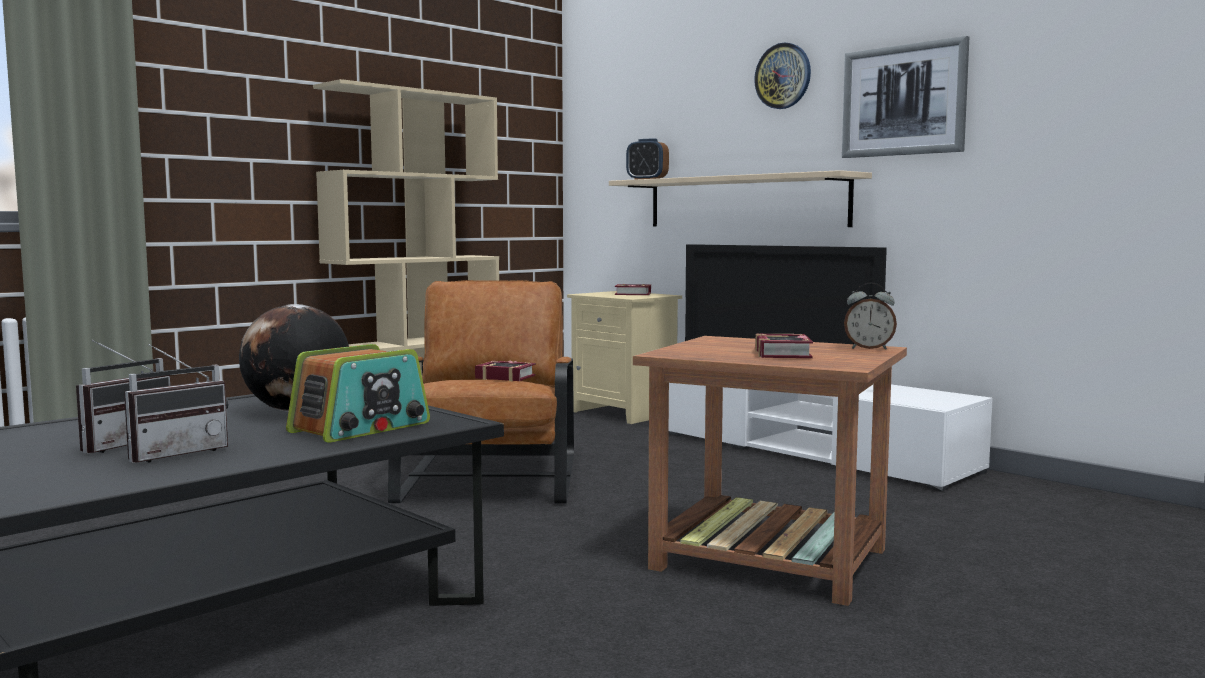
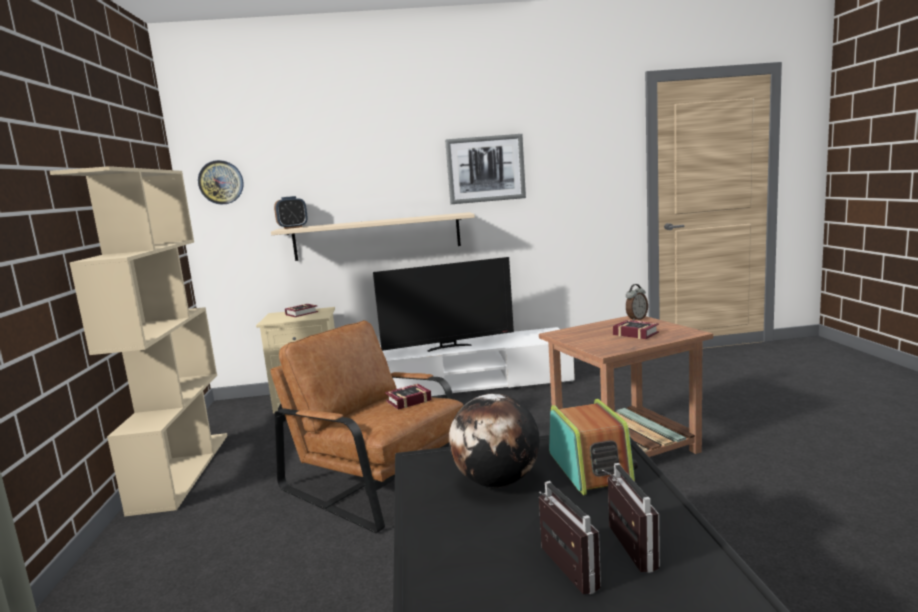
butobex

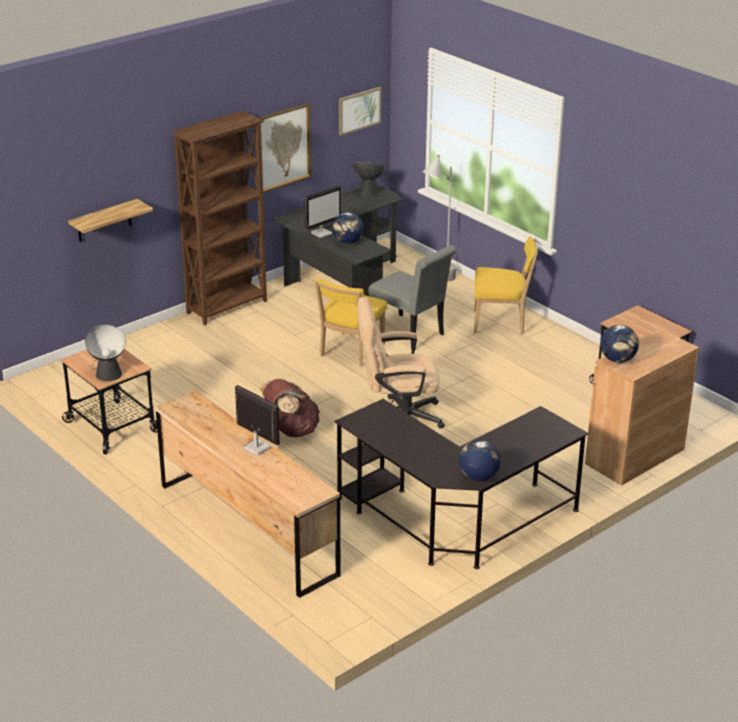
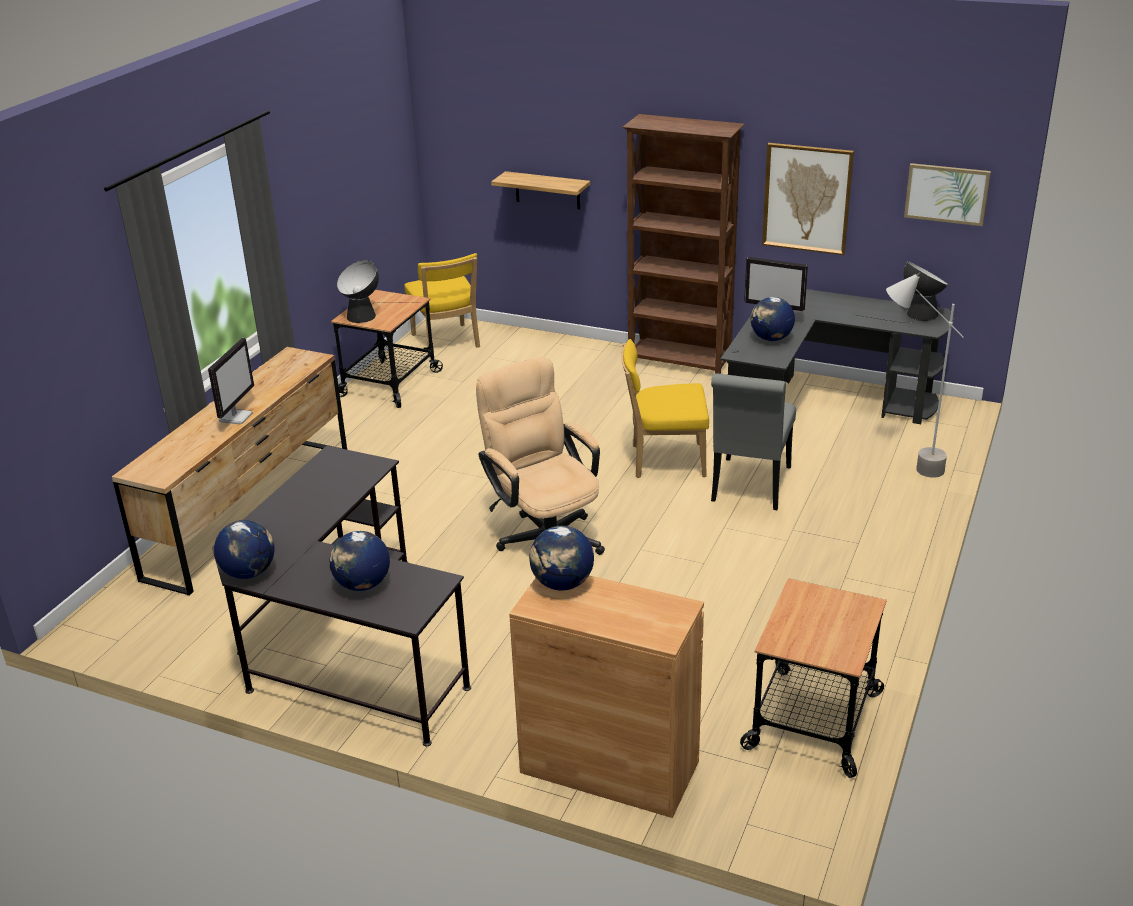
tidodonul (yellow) (no. 1 from left)
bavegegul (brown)
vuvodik (no. 2 from left)

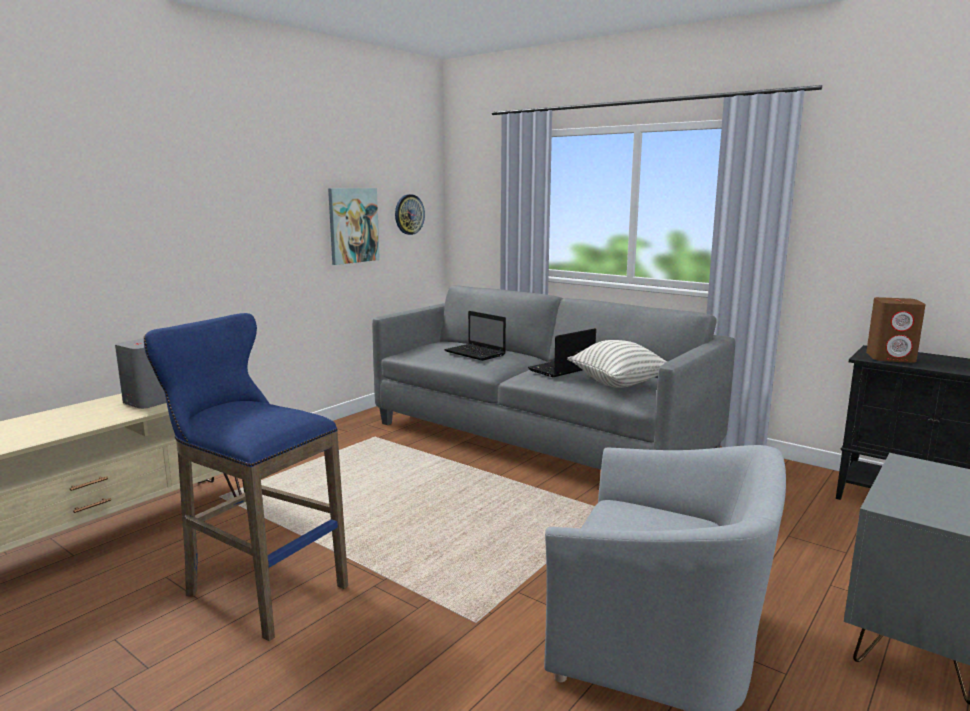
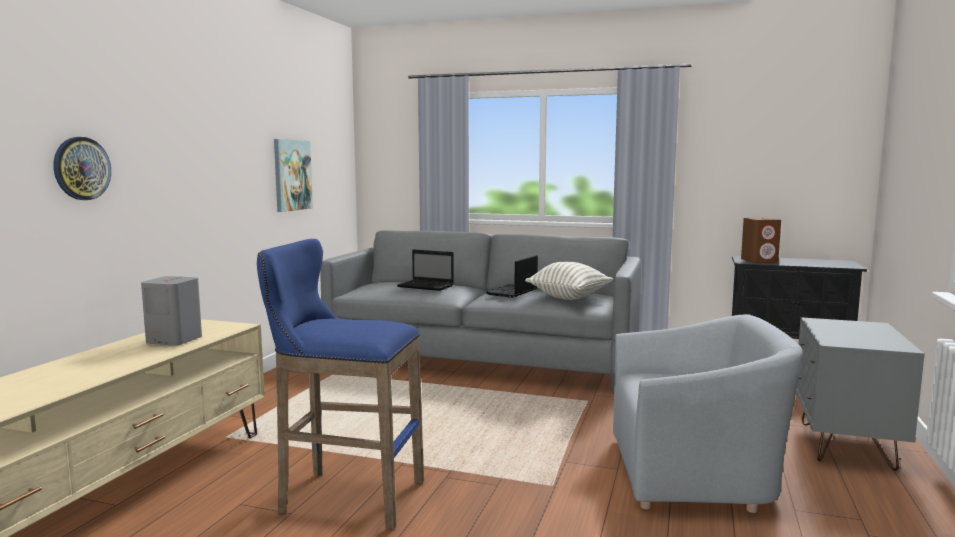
butobex

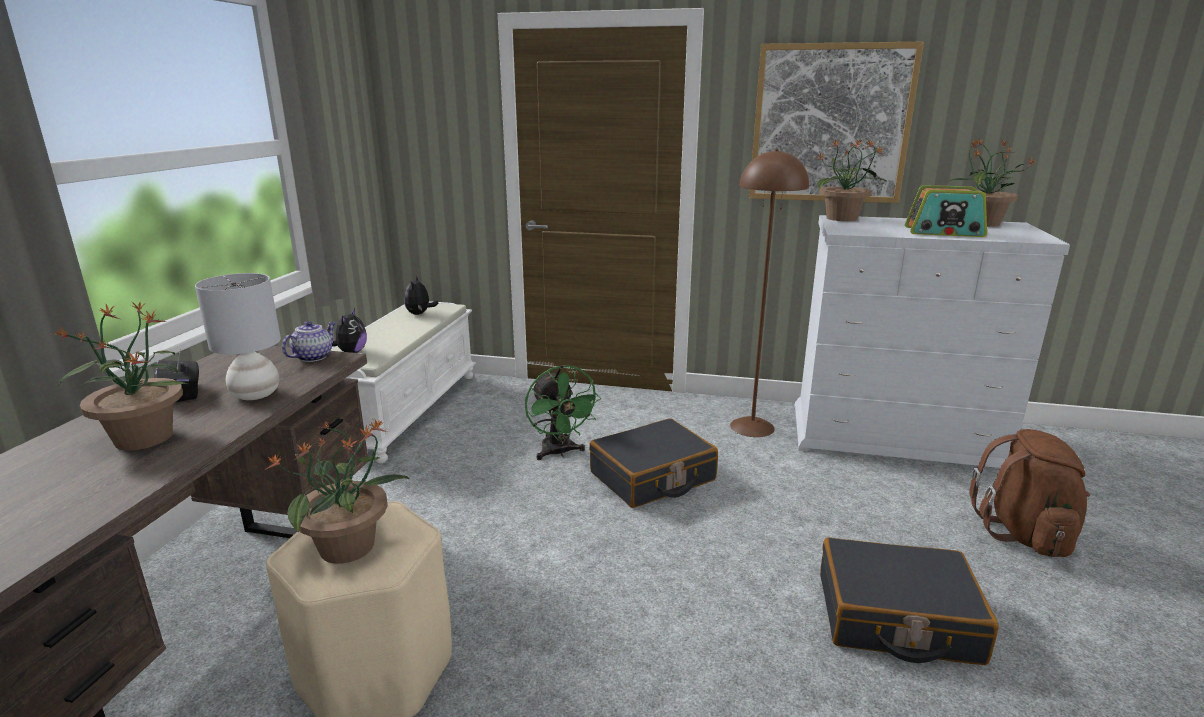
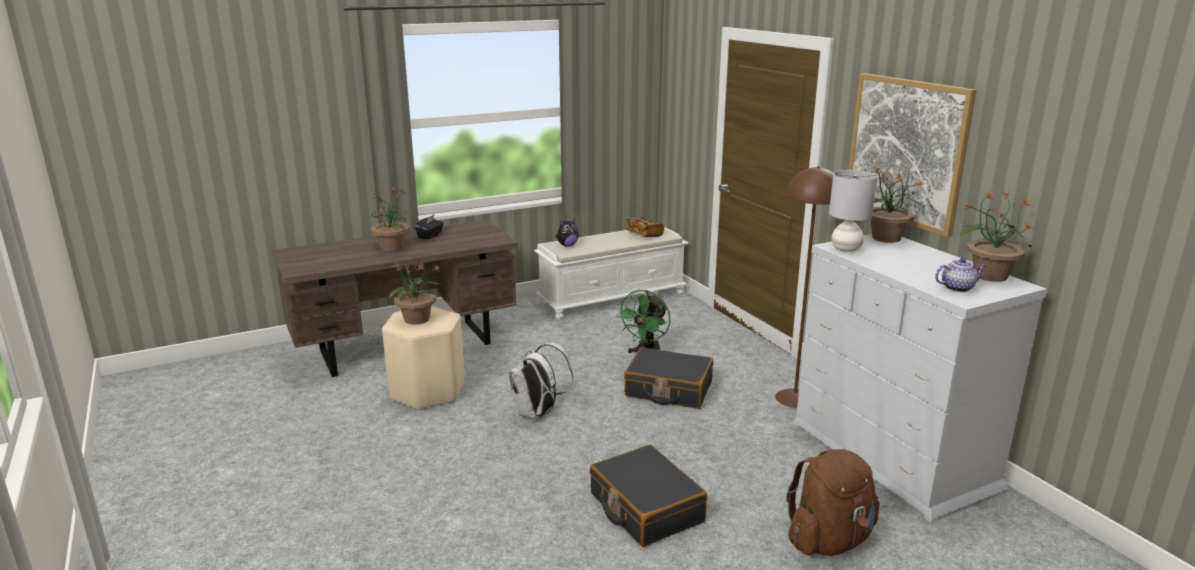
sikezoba
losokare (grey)
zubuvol
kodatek
bavegegul (white)

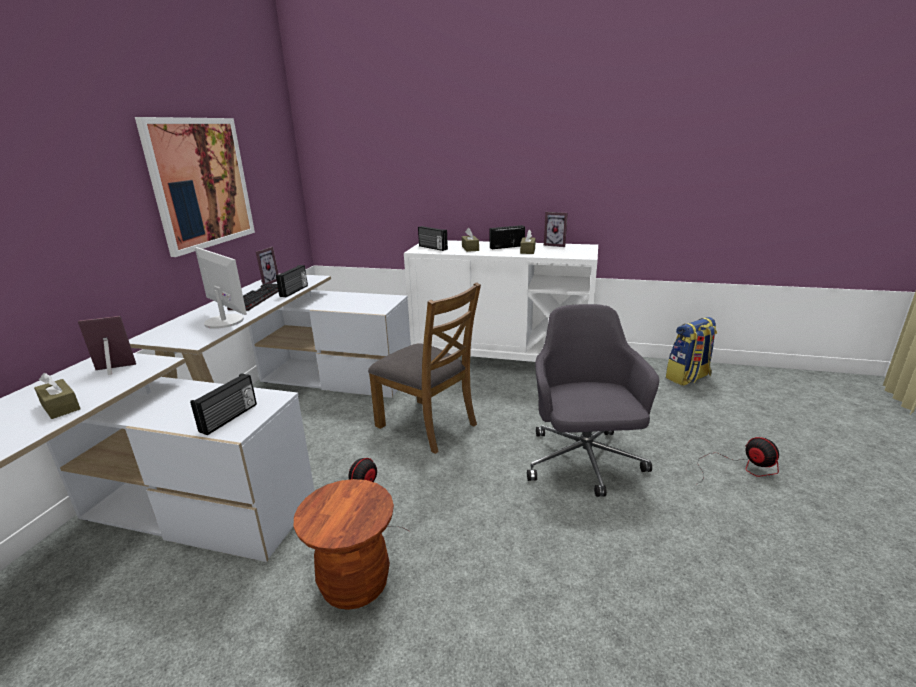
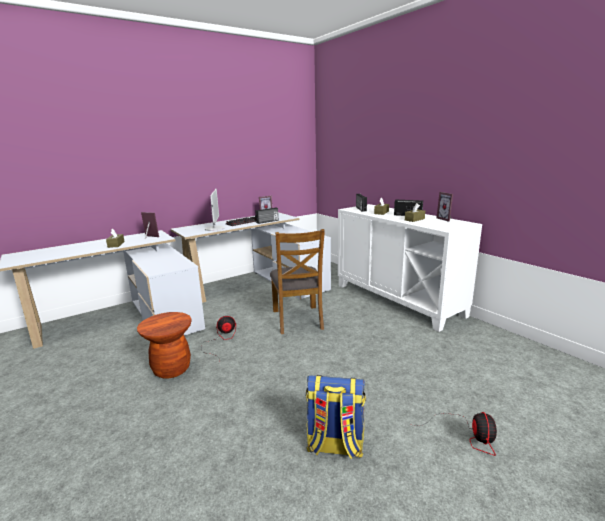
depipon
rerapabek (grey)
bavegegul
sikezoba (no. 1 from left in the first image)

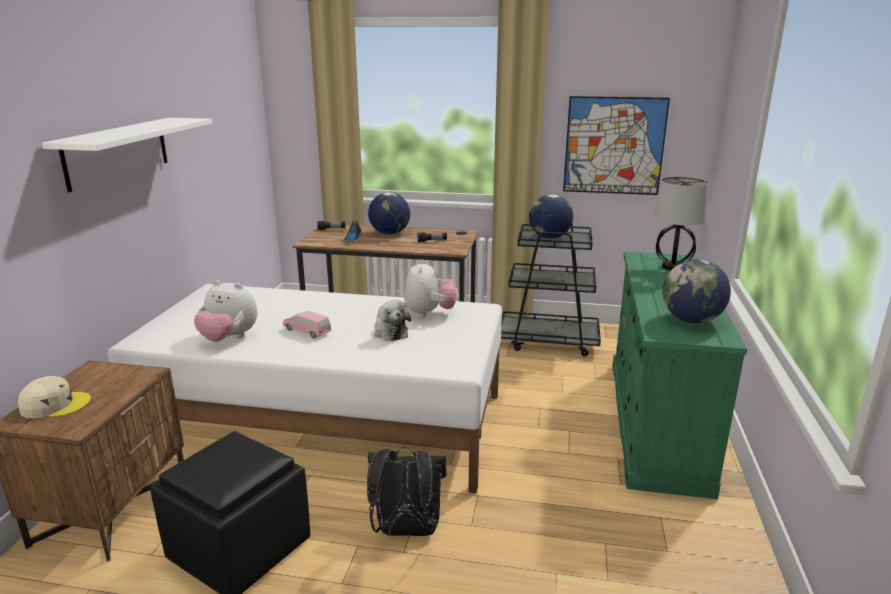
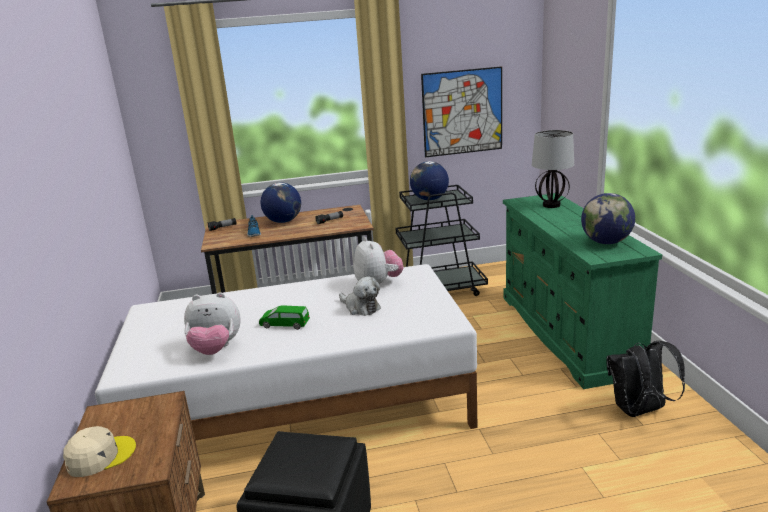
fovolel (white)
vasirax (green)
bavegegul (black)

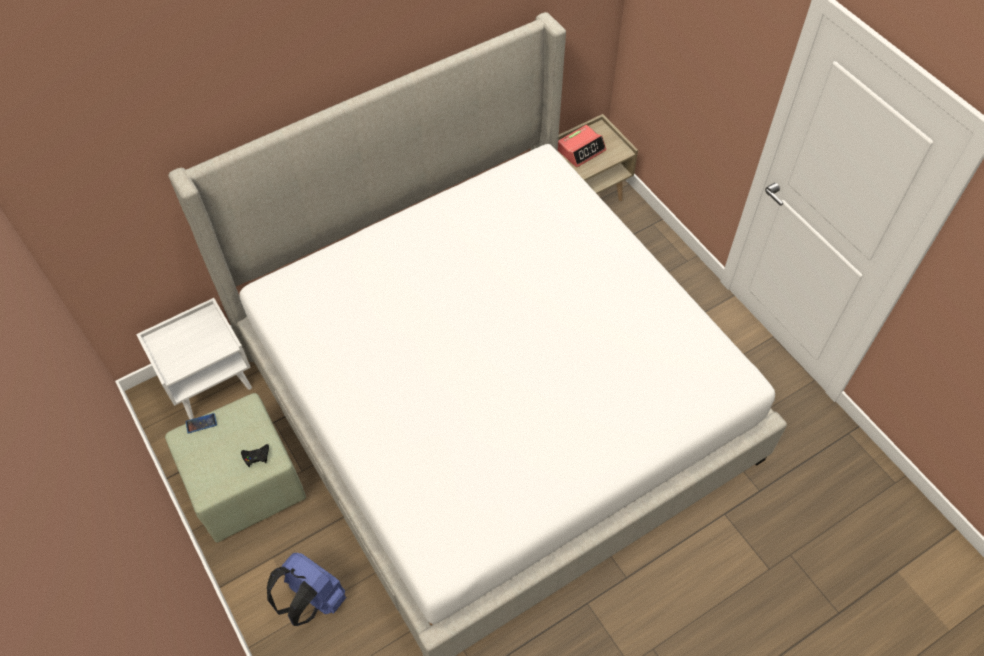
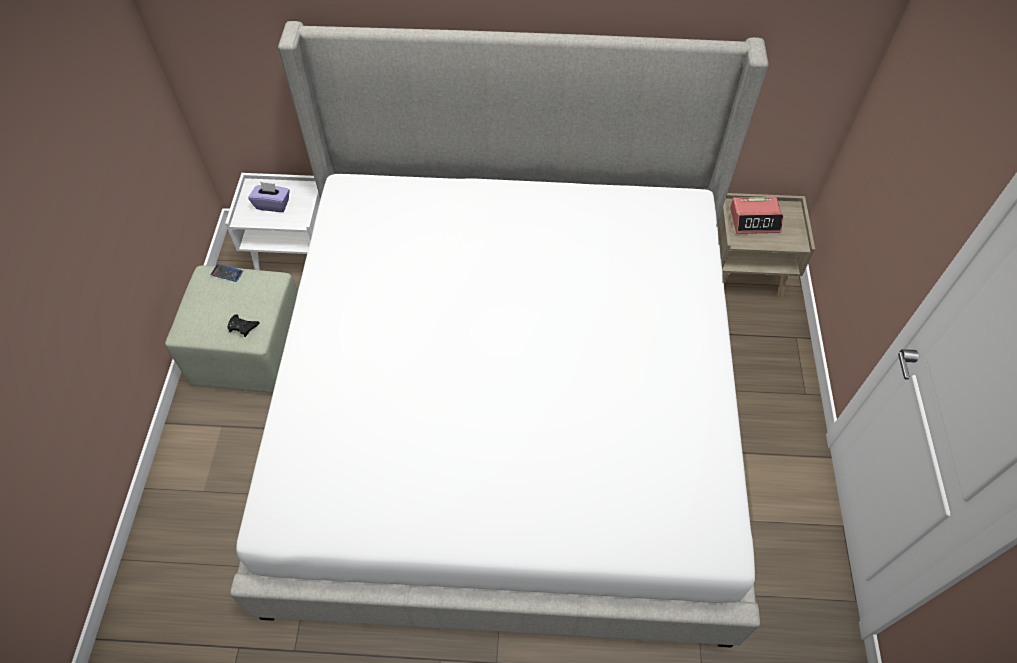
bavegegul (blue)
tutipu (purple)

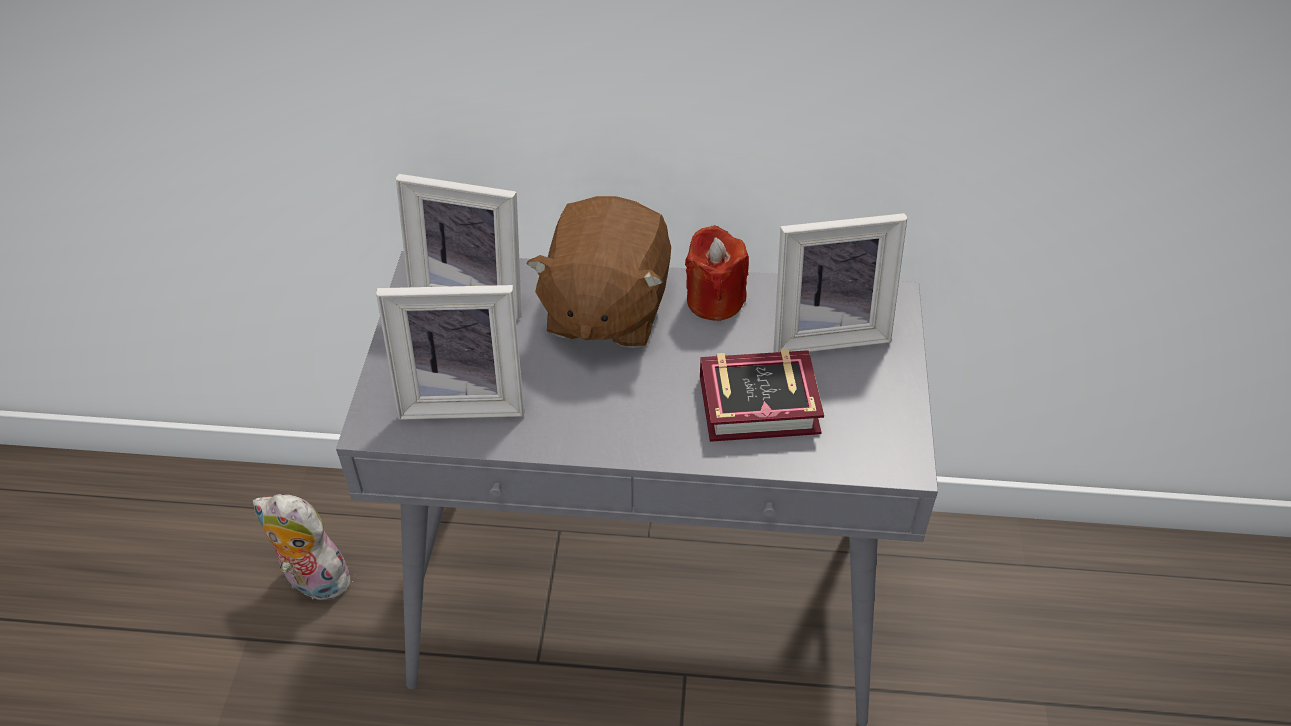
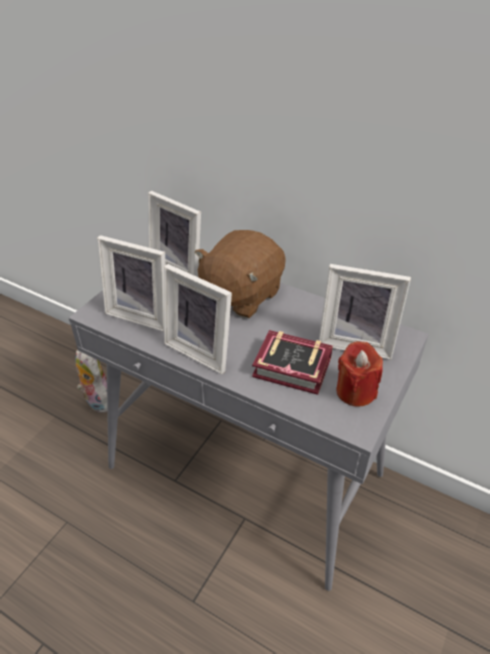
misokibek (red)
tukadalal (no. 3 from left)

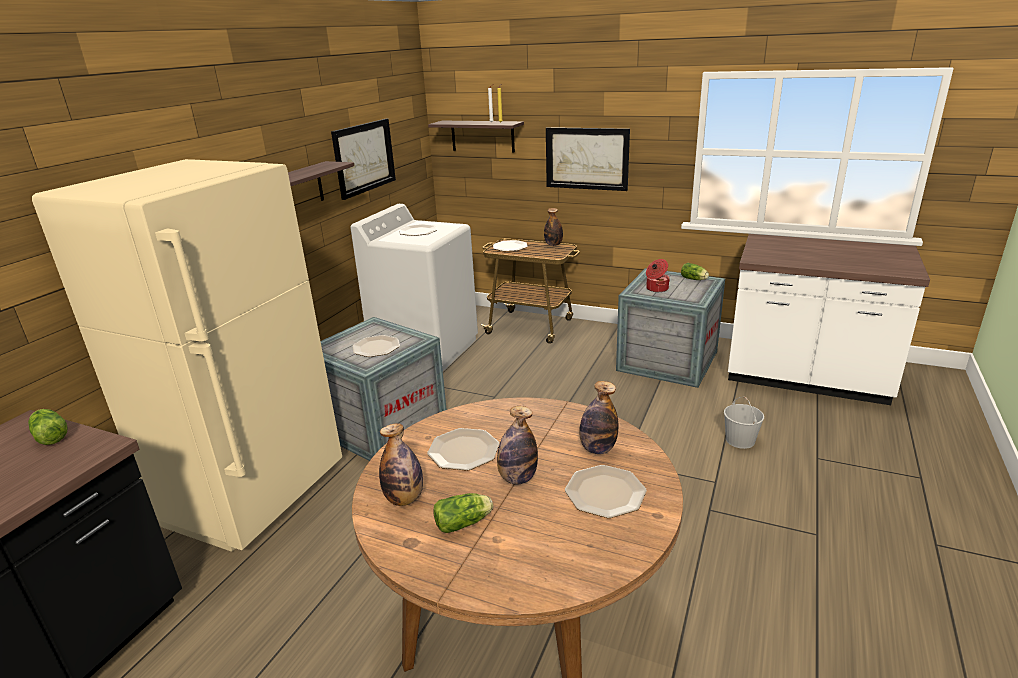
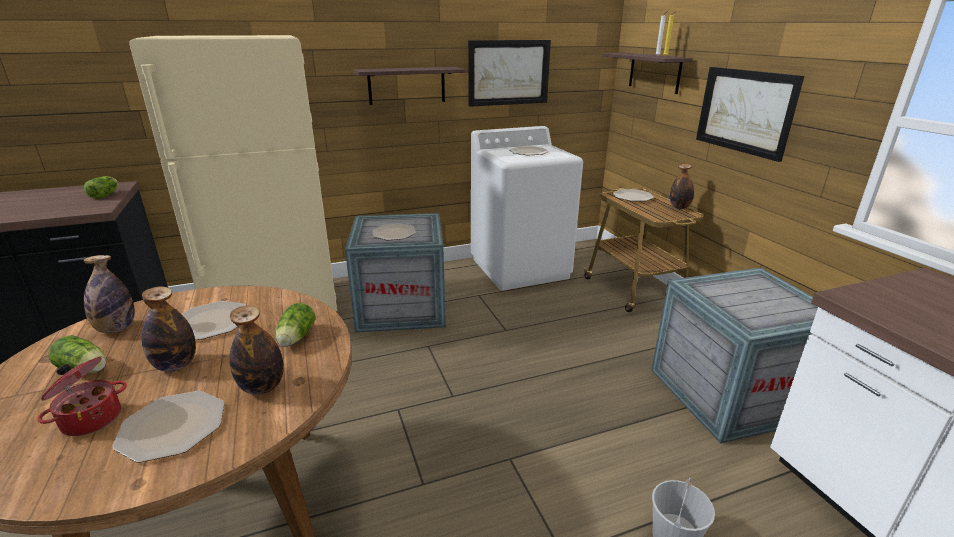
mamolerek
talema (no. 3 from left)

